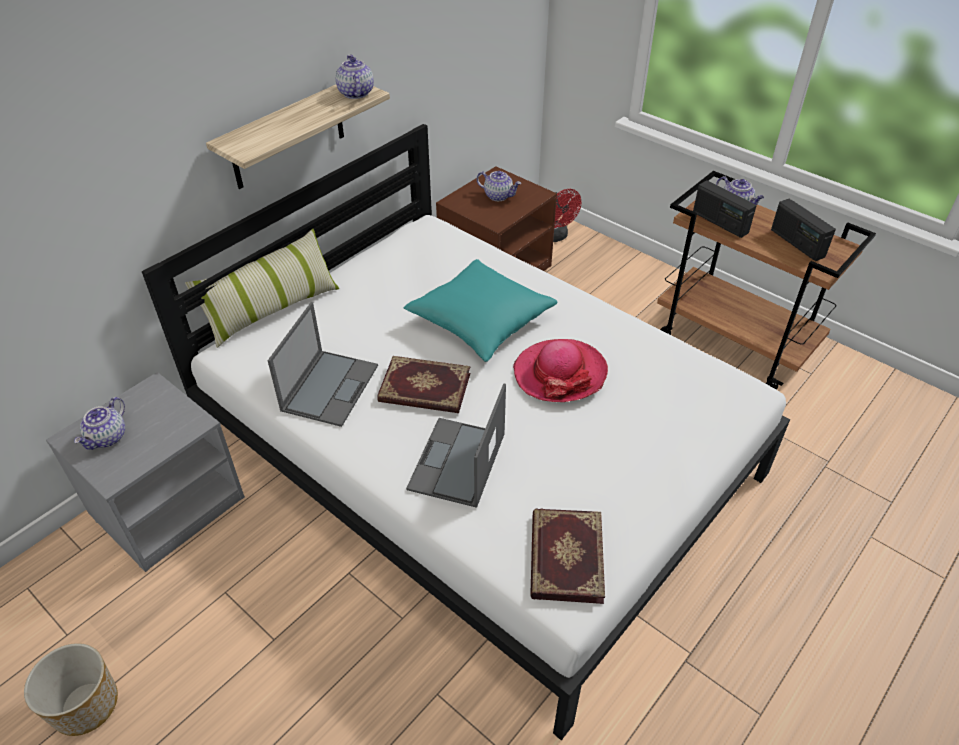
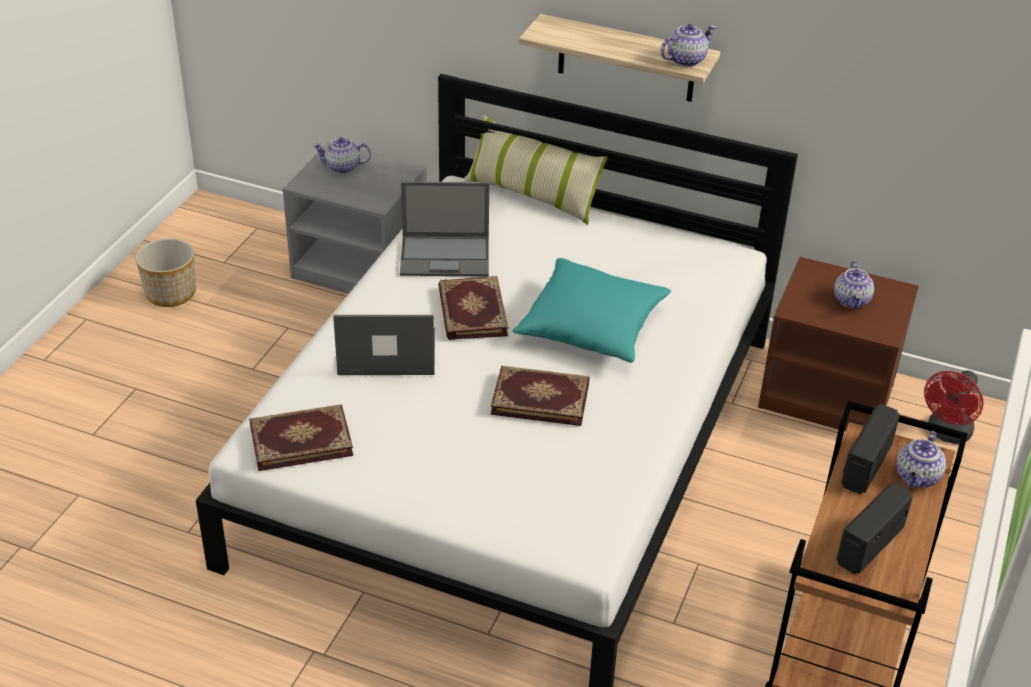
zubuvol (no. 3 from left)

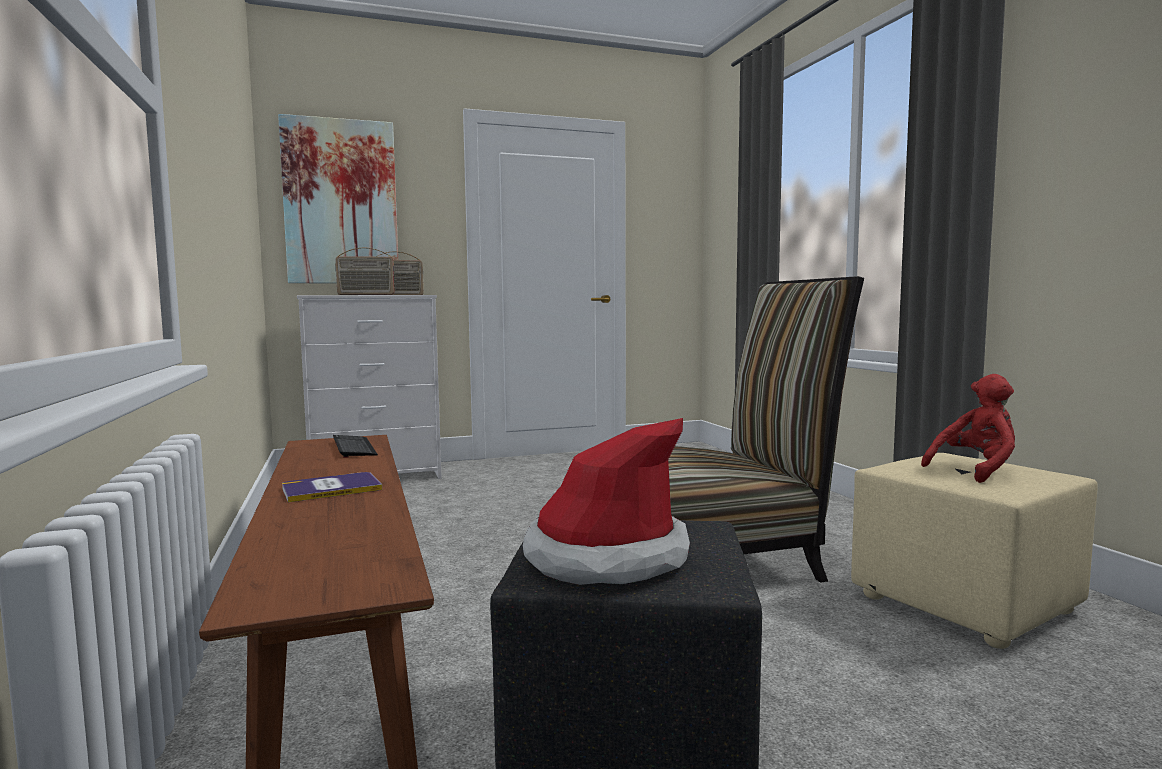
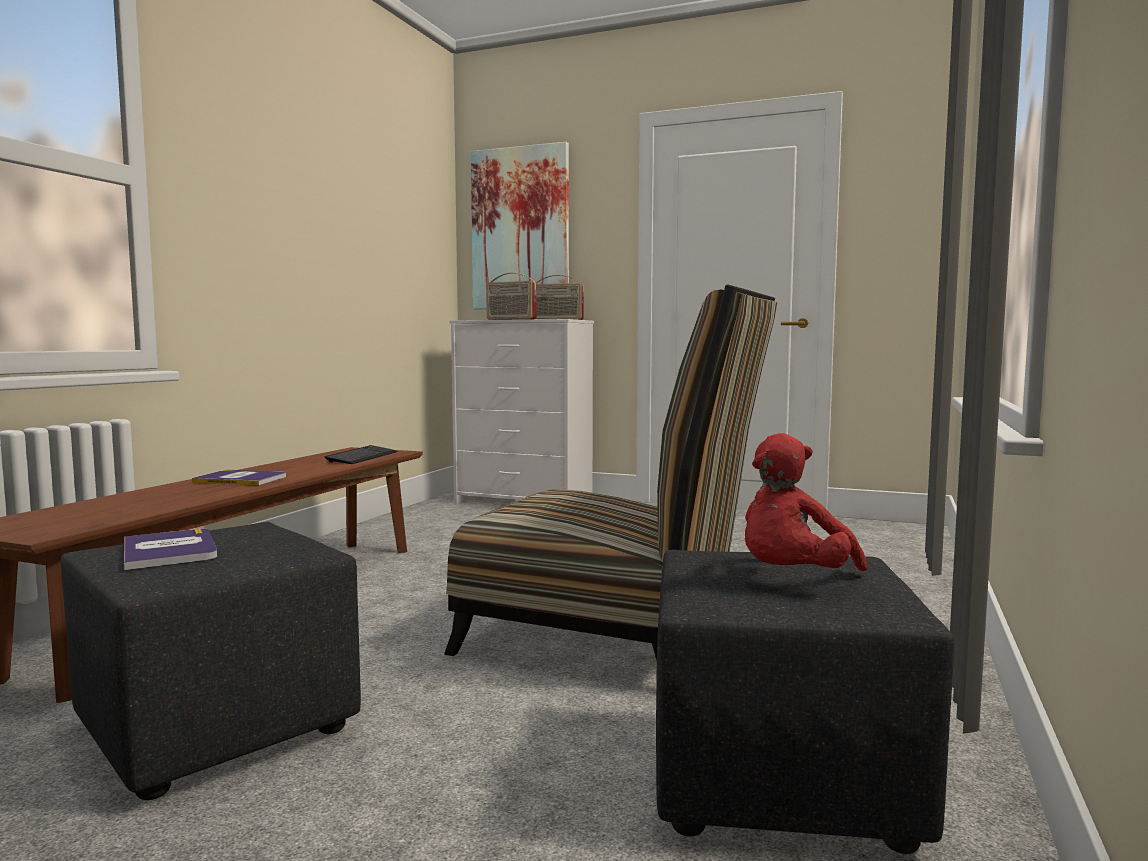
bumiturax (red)
zubuvol (no. 1 from left)
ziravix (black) (no. 2 from left)

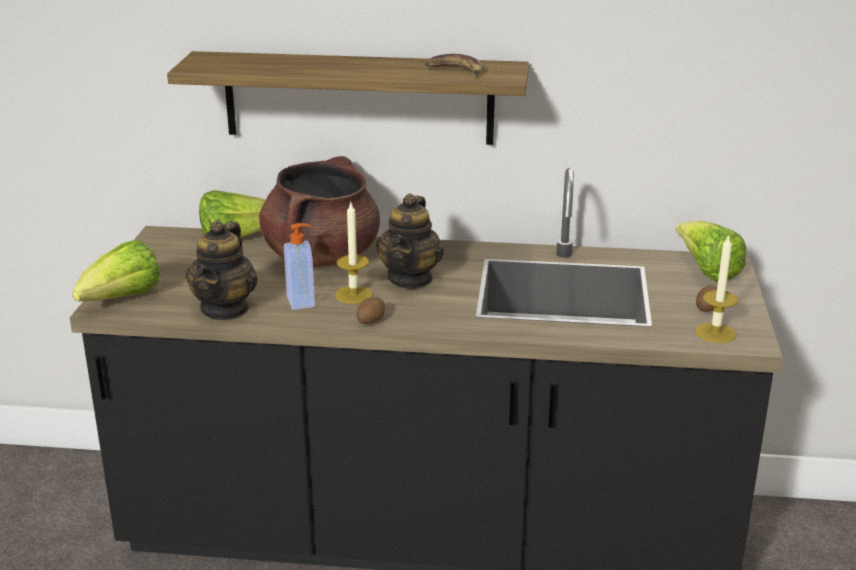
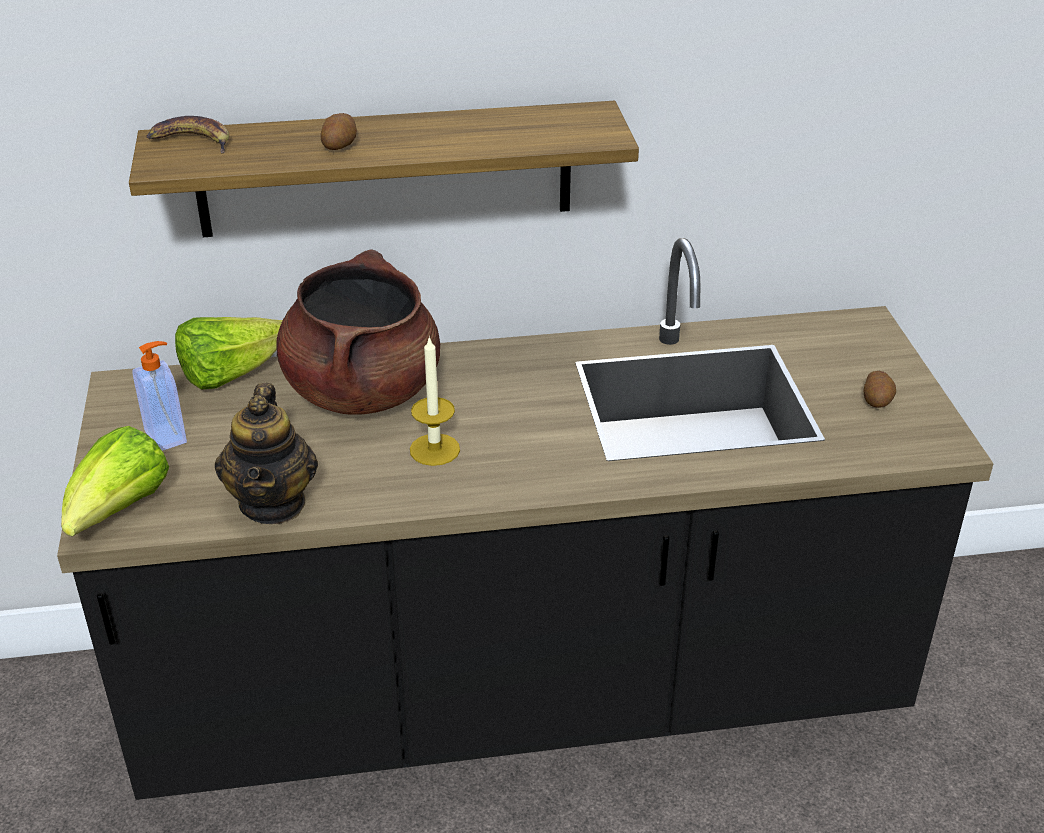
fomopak
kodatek (no. 2 from left in the first image)
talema (no. 3 from left in the first image)
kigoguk
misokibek (no. 2 from left in the first image)
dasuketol (no. 1 from left)

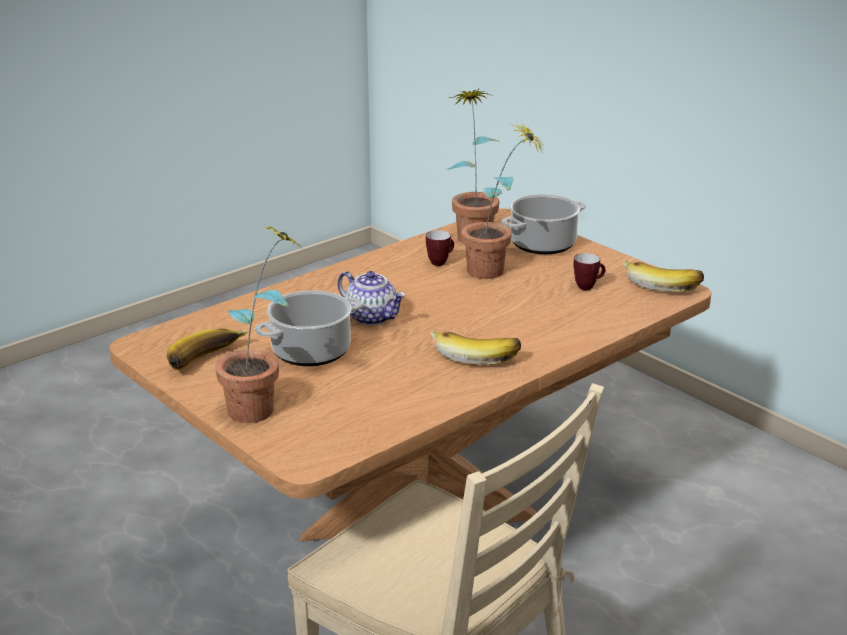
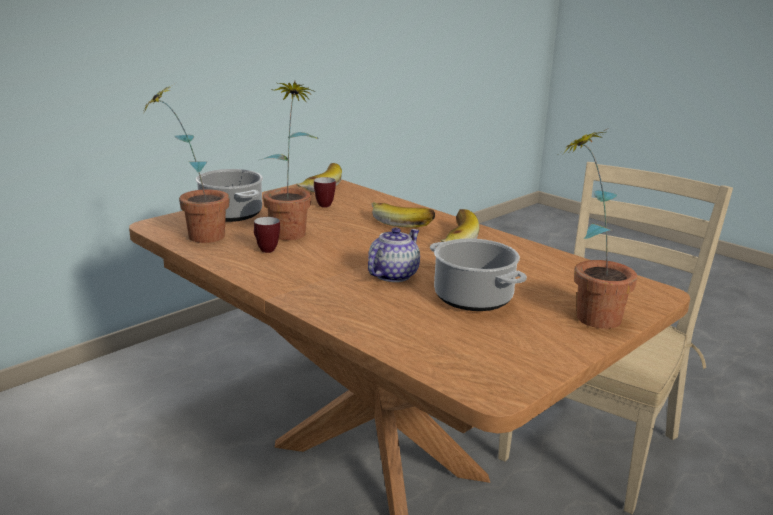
fomopak (no. 2 from left)

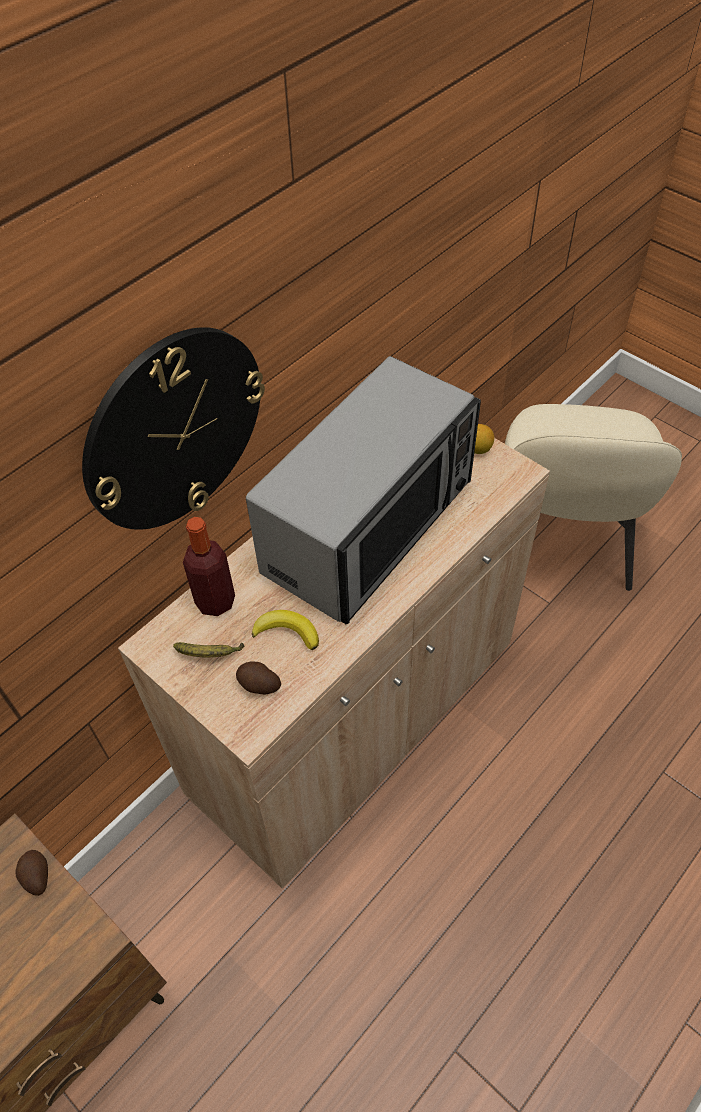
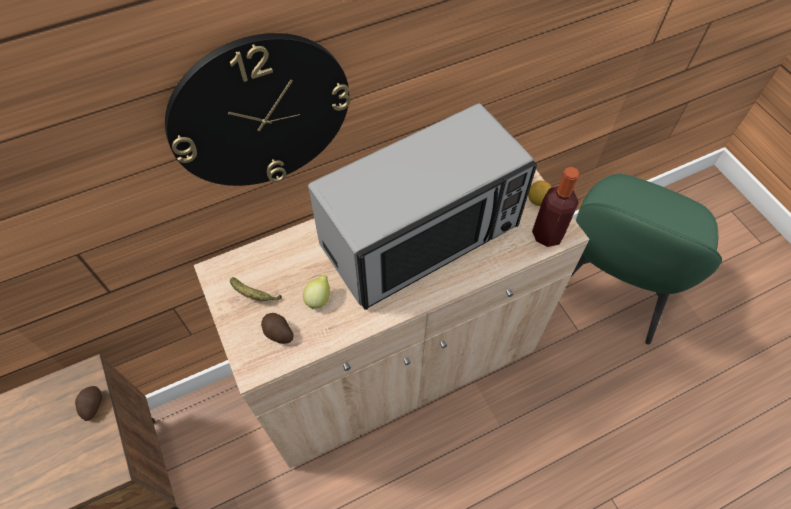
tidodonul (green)
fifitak
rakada (no. 1 from left)

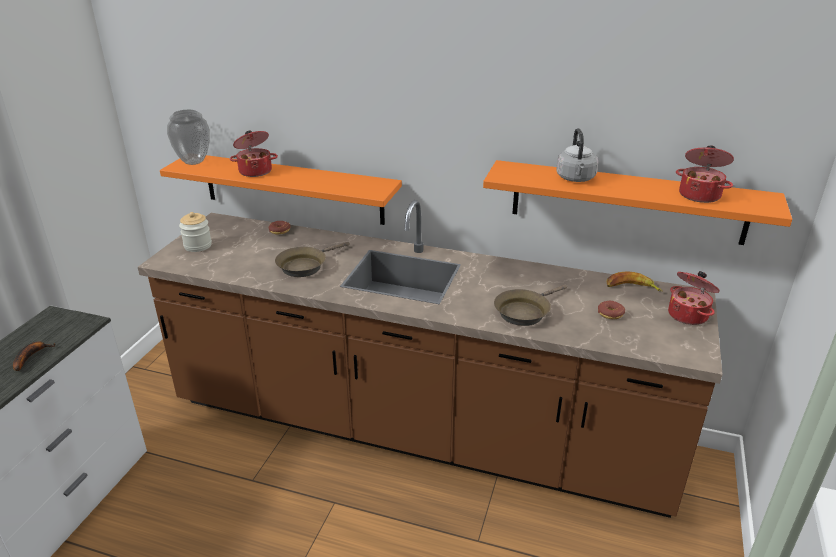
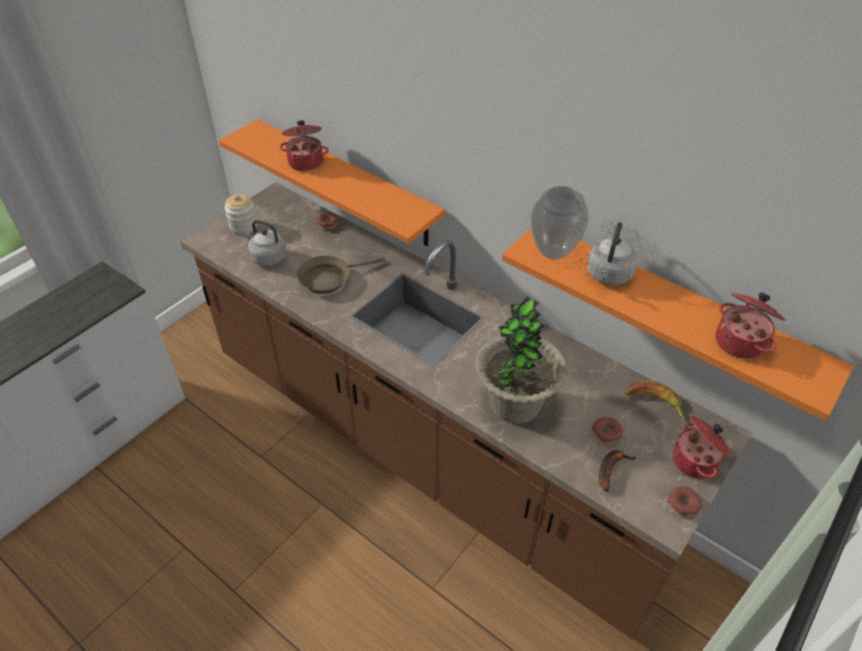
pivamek
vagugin
fomopak (no. 1 from left)
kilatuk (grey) (no. 1 from left)
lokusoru (no. 3 from left)

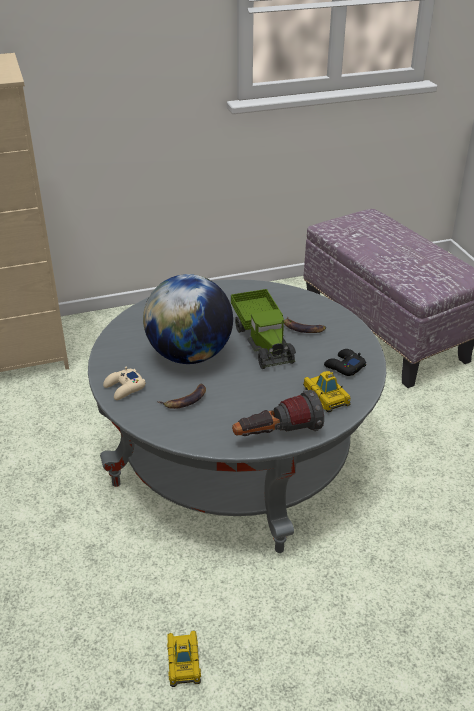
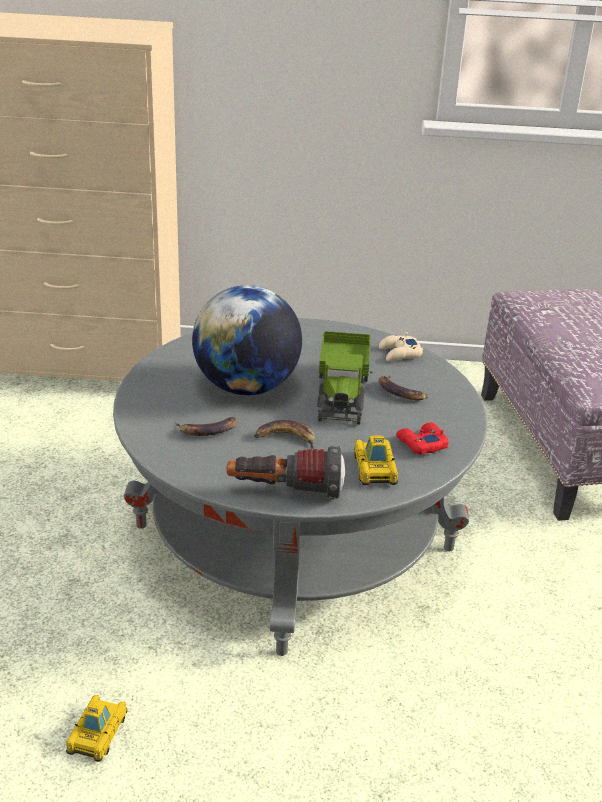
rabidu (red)
rabidu (beige)
fomopak (no. 2 from left)

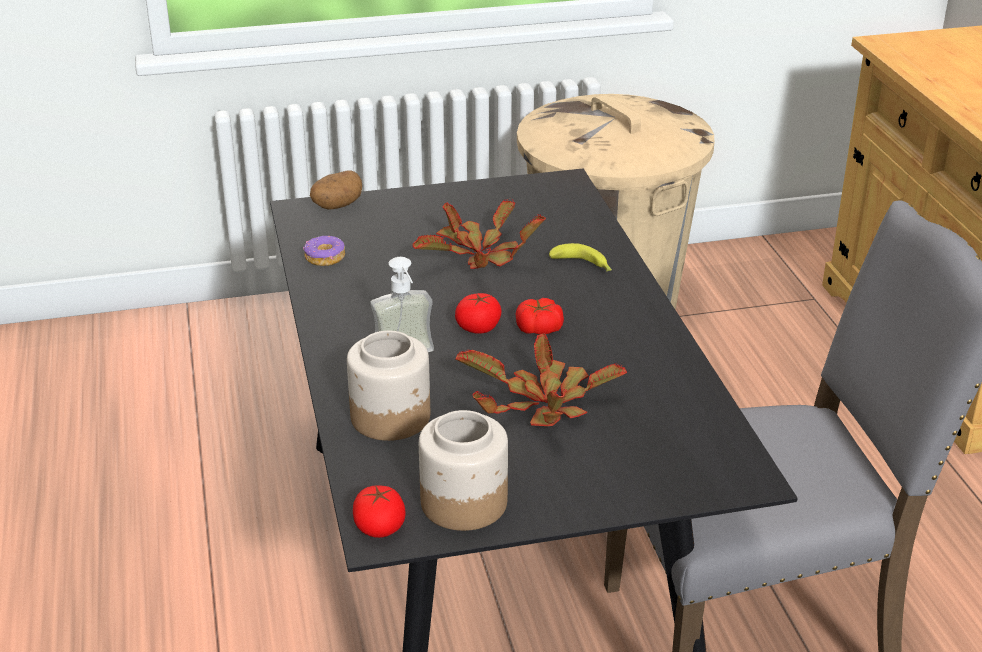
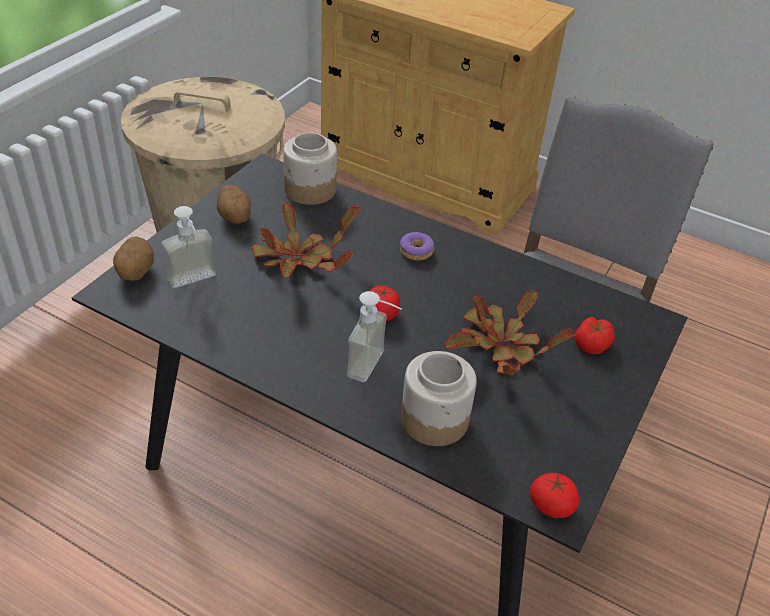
lokusoru
fomopak
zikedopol (no. 3 from left)
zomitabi (no. 1 from left)
dasuketol (no. 2 from left)
kigoguk (no. 1 from left)

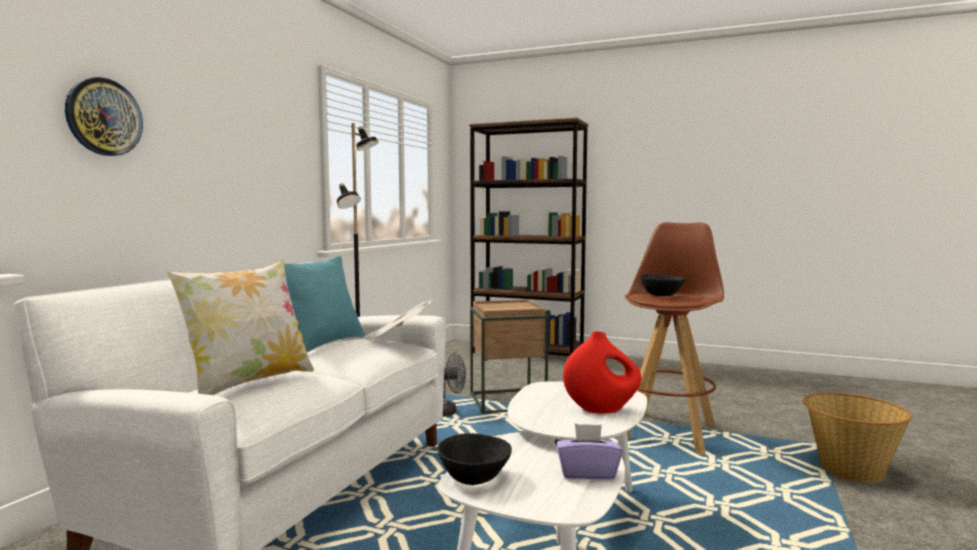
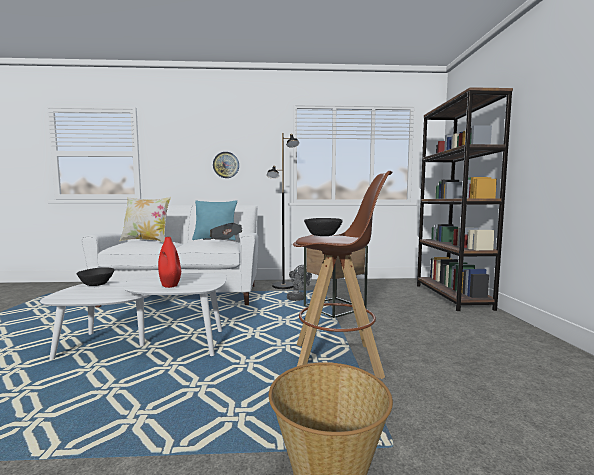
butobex
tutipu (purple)

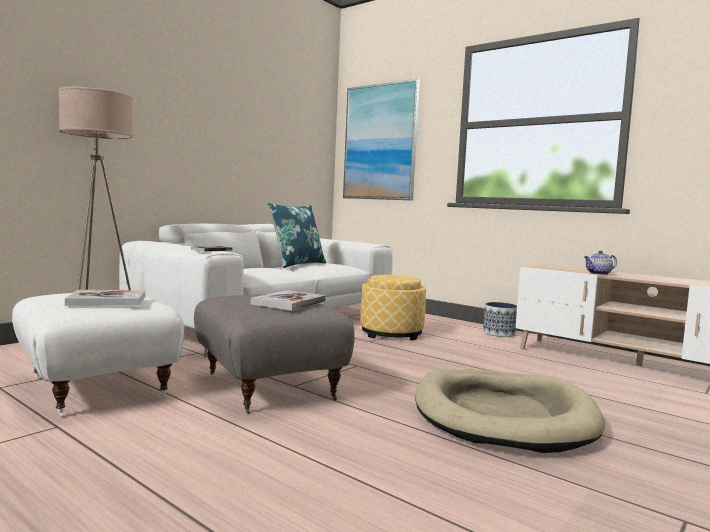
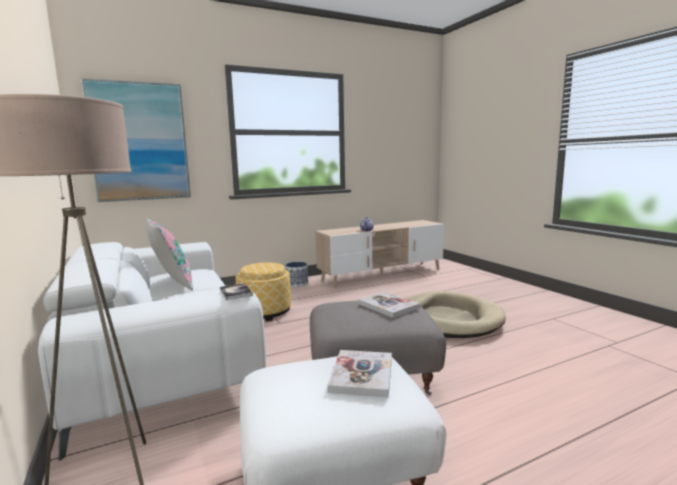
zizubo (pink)

